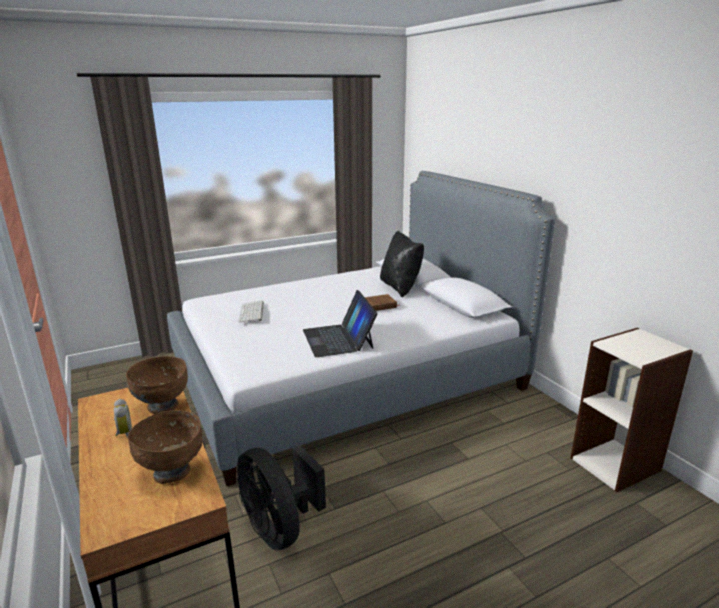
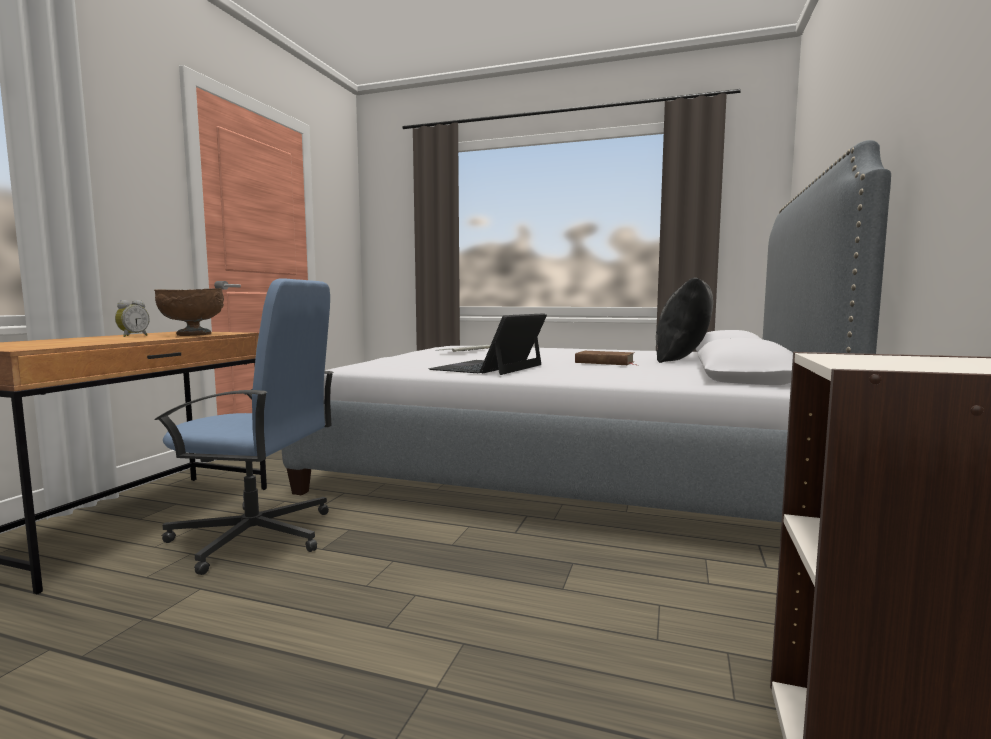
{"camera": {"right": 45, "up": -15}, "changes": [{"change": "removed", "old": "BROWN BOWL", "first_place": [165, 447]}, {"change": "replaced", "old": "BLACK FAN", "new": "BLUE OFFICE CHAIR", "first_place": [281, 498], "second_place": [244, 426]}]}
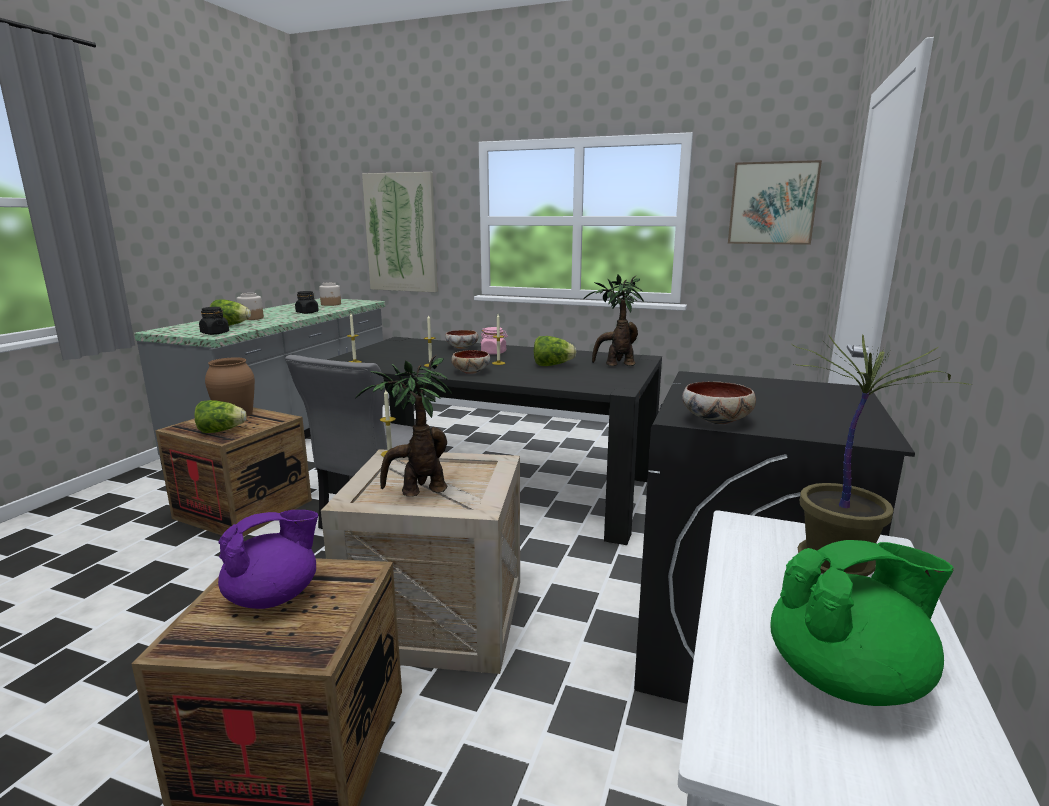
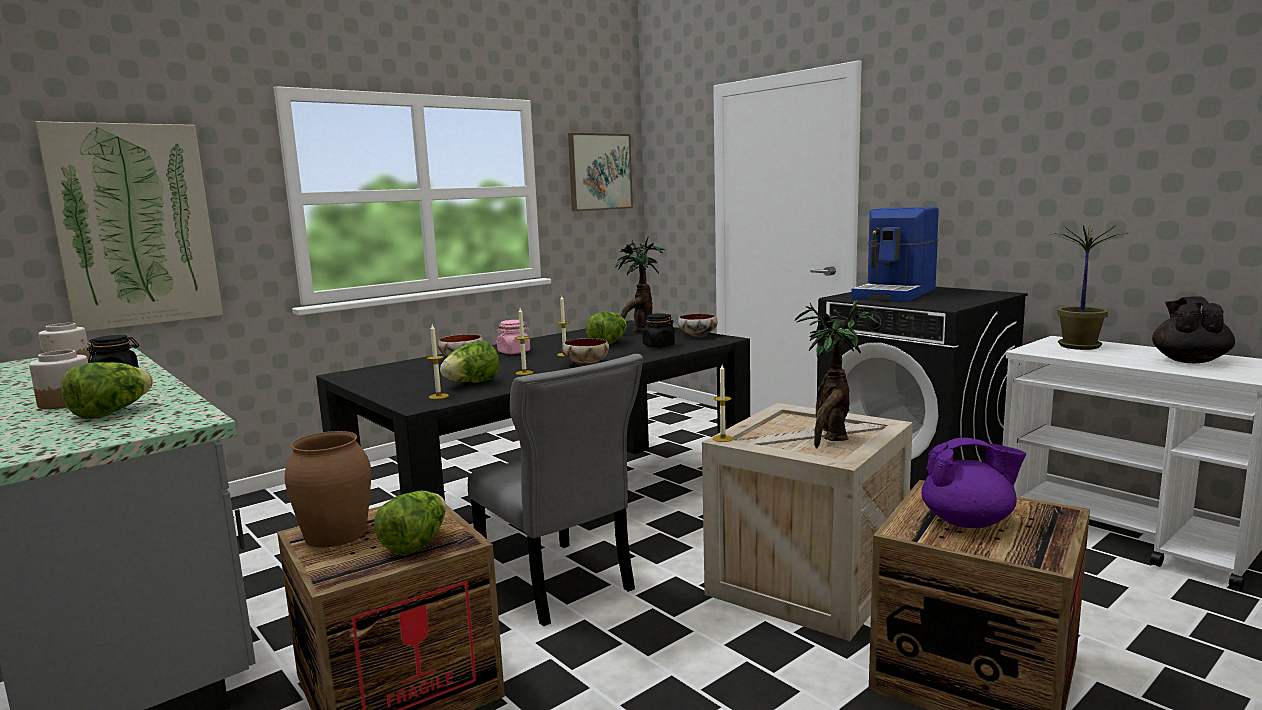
{"camera": {"right": -60, "up": -5}, "changes": [{"change": "added", "new": "LETTUCE", "second_place": [469, 362]}, {"change": "added", "new": "COFFEE MACHINE", "second_place": [894, 254]}, {"change": "moved", "old": "BLACK JAR", "first_place": [214, 321], "second_place": [658, 330]}, {"change": "moved", "old": "BOWL", "first_place": [719, 403], "second_place": [698, 325]}, {"change": "recoloured", "old": "GREEN TEAPOT", "new": "BLACK TEAPOT", "first_place": [862, 623], "second_place": [1193, 329]}, {"change": "turned", "old": "PURPLE TEAPOT", "first_place": [268, 559], "second_place": [973, 483], "degrees": 105}]}
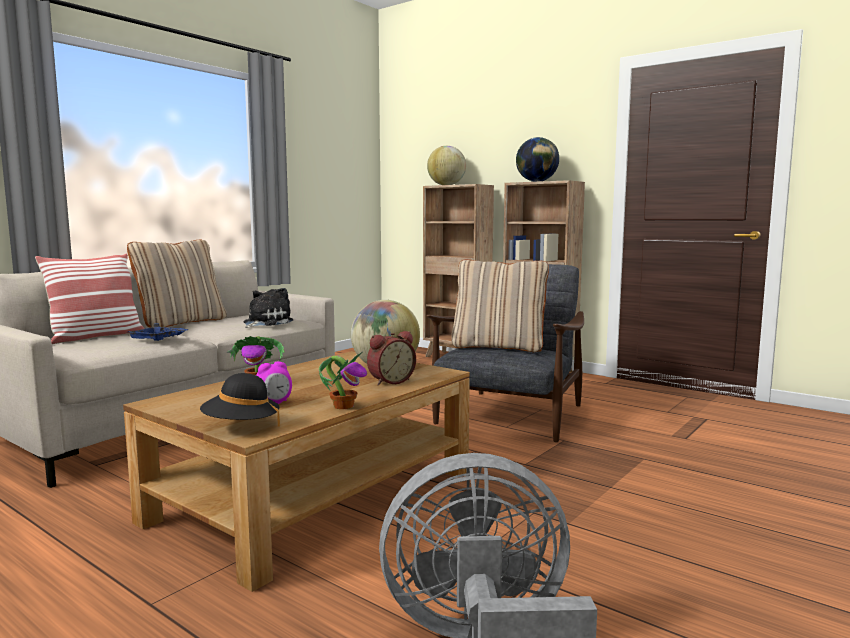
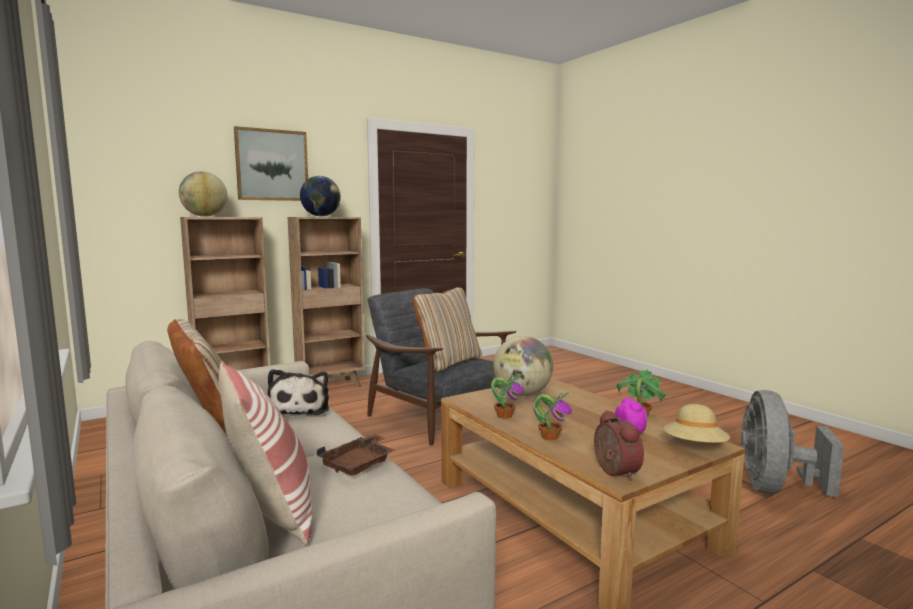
{"camera": {"right": -70, "up": 0}, "changes": [{"change": "added", "new": "PICTURE", "second_place": [271, 163]}, {"change": "added", "new": "POTTED PLANT", "second_place": [507, 396]}, {"change": "moved", "old": "ALARM CLOCK", "first_place": [391, 358], "second_place": [619, 445]}, {"change": "recoloured", "old": "BLUE TRAY", "new": "BROWN TRAY", "first_place": [158, 332], "second_place": [355, 455]}, {"change": "recoloured", "old": "BLACK HAT", "new": "BEIGE HAT", "first_place": [240, 400], "second_place": [697, 423]}, {"change": "turned", "old": "PLUSH TOY", "first_place": [268, 308], "second_place": [298, 393], "degrees": -150}]}
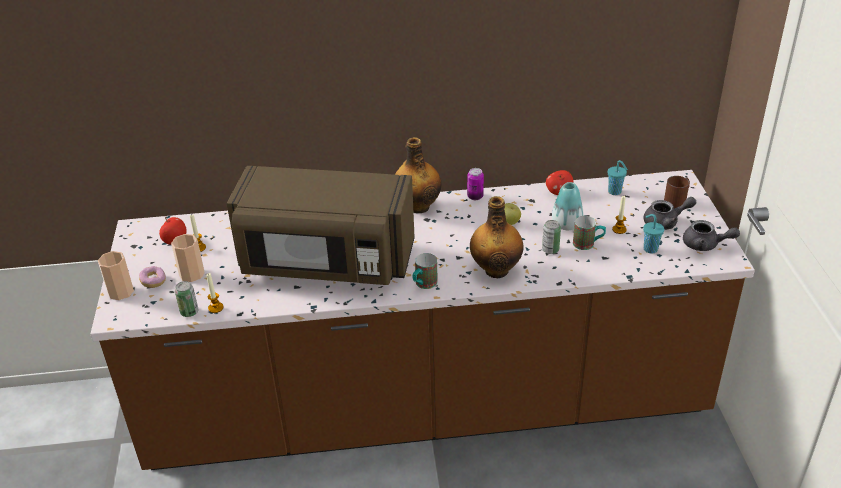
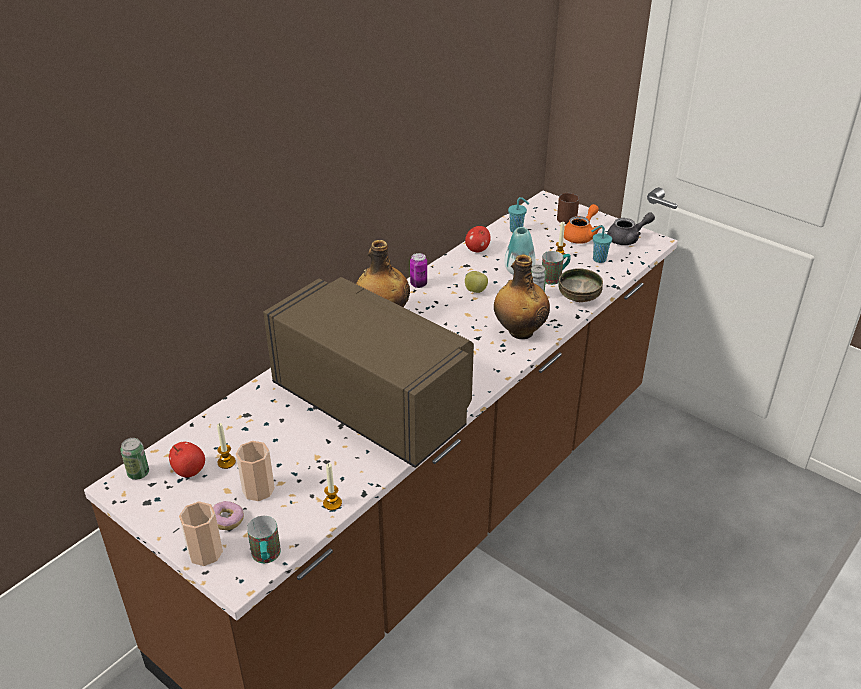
{"camera": {"right": -45, "up": 0}, "changes": [{"change": "added", "new": "BOWL", "second_place": [581, 285]}, {"change": "moved", "old": "CAN", "first_place": [186, 299], "second_place": [134, 459]}, {"change": "moved", "old": "MUG", "first_place": [425, 271], "second_place": [264, 539]}, {"change": "recoloured", "old": "GREY TEAPOT", "new": "ORANGE TEAPOT", "first_place": [670, 213], "second_place": [582, 224]}, {"change": "turned", "old": "BROWN MICROWAVE", "first_place": [320, 225], "second_place": [368, 372], "degrees": -105}]}
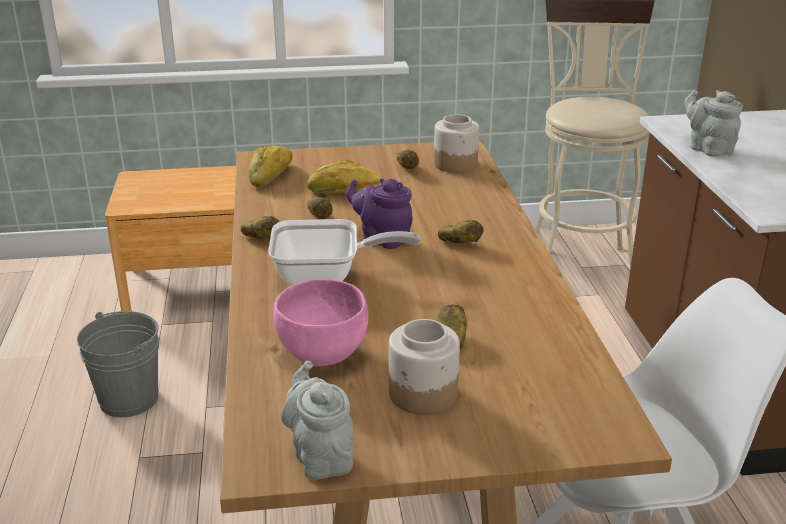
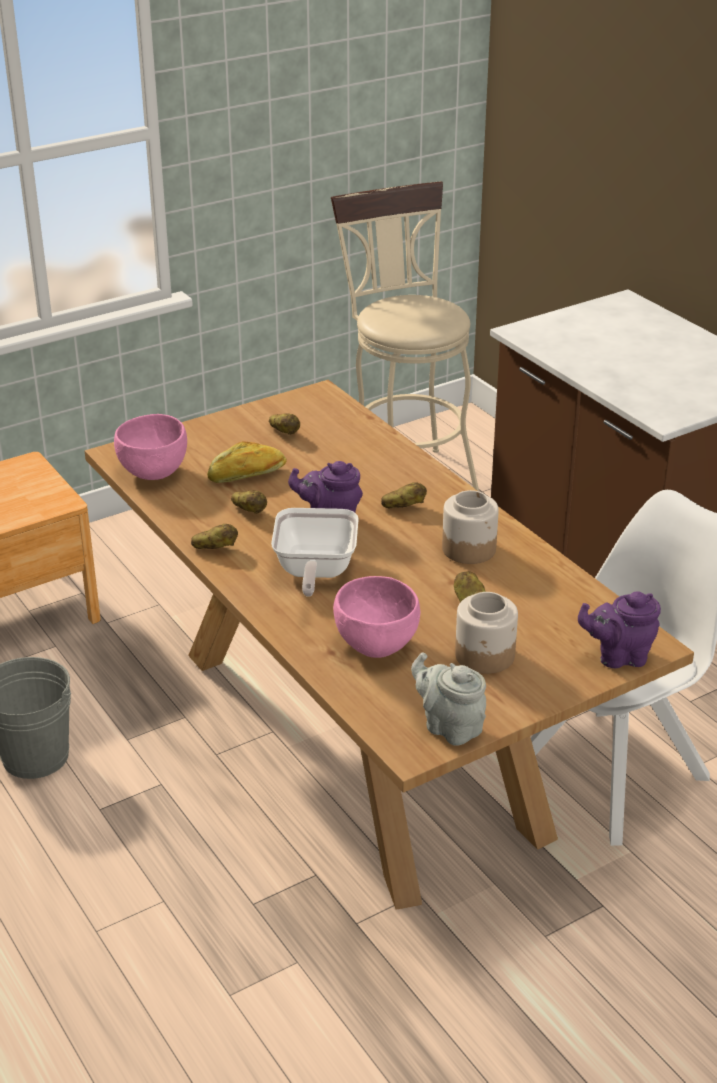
{"camera": {"right": -25, "up": 5}, "changes": [{"change": "removed", "old": "GREY TEAPOT", "first_place": [713, 123]}, {"change": "added", "new": "PURPLE TEAPOT", "second_place": [619, 629]}, {"change": "moved", "old": "JAR", "first_place": [456, 143], "second_place": [470, 527]}, {"change": "replaced", "old": "BREAD", "new": "PINK BOWL", "first_place": [270, 166], "second_place": [150, 447]}, {"change": "turned", "old": "FRYING PAN", "first_place": [344, 252], "second_place": [315, 552], "degrees": 120}]}
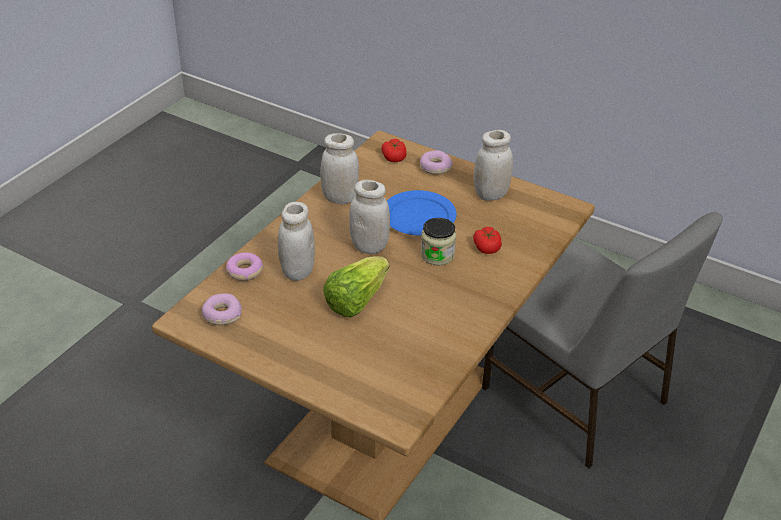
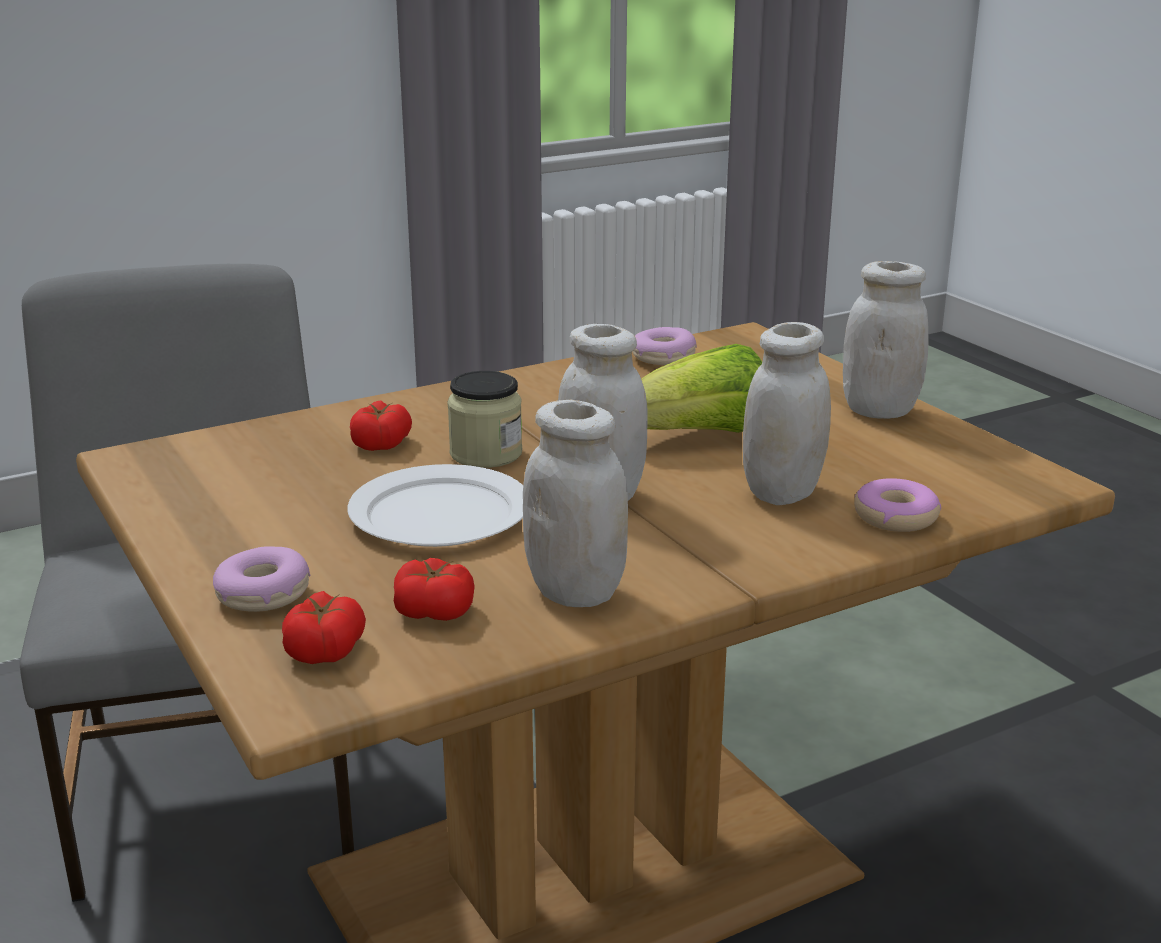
{"camera": {"right": -150, "up": -15}, "changes": [{"change": "added", "new": "TOMATO", "second_place": [434, 589]}, {"change": "moved", "old": "DONUT", "first_place": [222, 309], "second_place": [664, 346]}, {"change": "moved", "old": "WHITE JAR", "first_place": [493, 165], "second_place": [885, 340]}, {"change": "recoloured", "old": "BLUE PLATE", "new": "WHITE PLATE", "first_place": [422, 213], "second_place": [435, 505]}]}
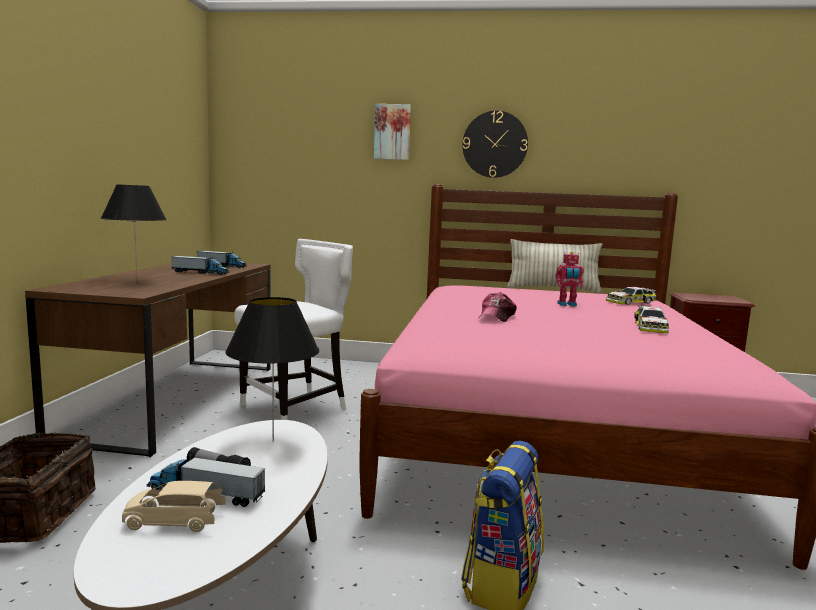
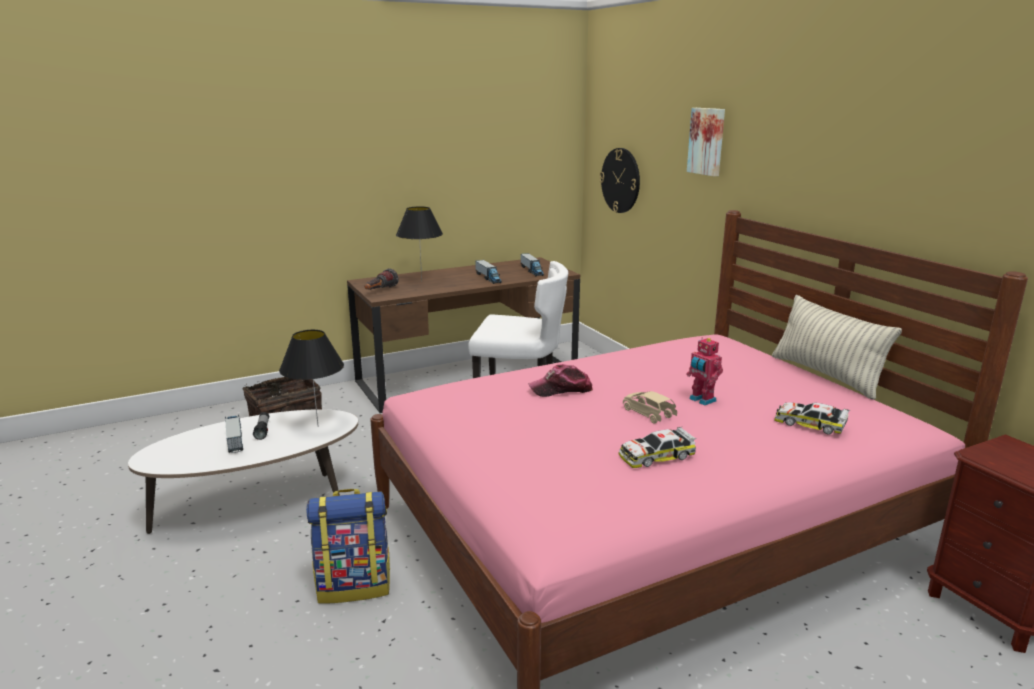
{"camera": {"right": 55, "up": 10}, "changes": [{"change": "added", "new": "FLASHLIGHT", "second_place": [382, 279]}, {"change": "moved", "old": "BEIGE TOY CAR", "first_place": [174, 506], "second_place": [650, 407]}, {"change": "moved", "old": "WALL CLOCK", "first_place": [495, 144], "second_place": [620, 180]}]}
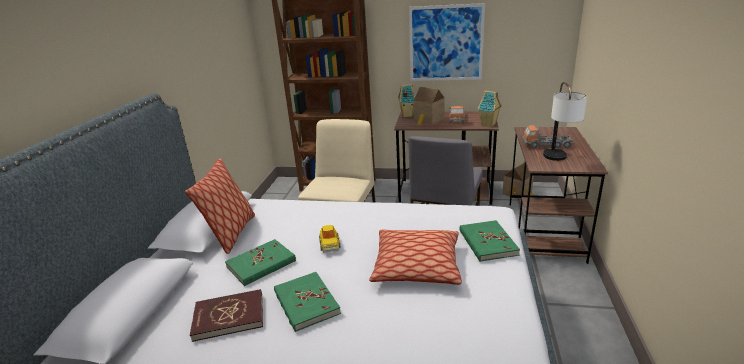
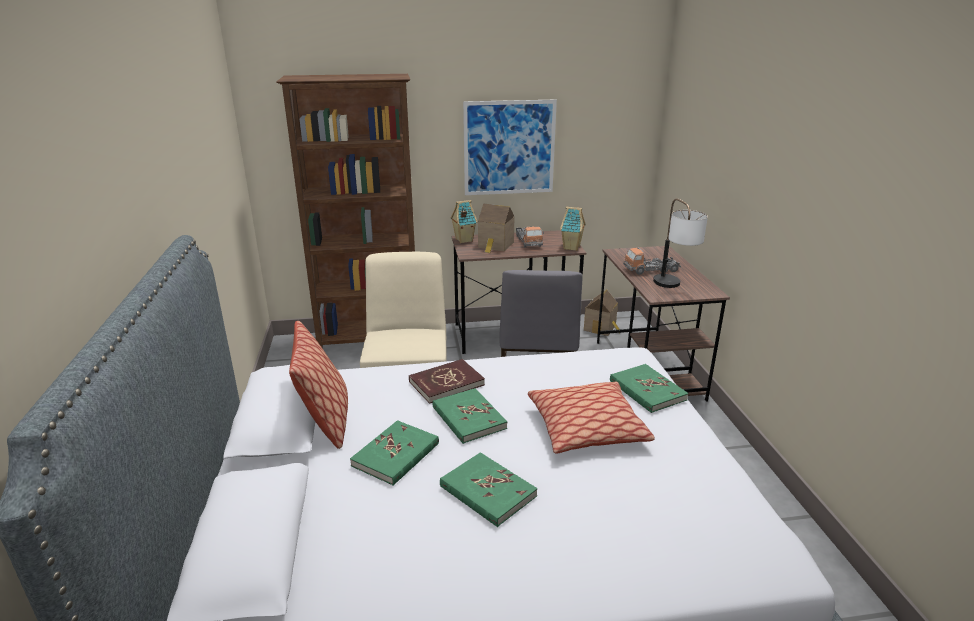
{"camera": {"right": -20, "up": 0}, "changes": [{"change": "moved", "old": "RED BOOK", "first_place": [226, 315], "second_place": [447, 381]}, {"change": "replaced", "old": "TOY CAR", "new": "GREEN BOOK", "first_place": [330, 239], "second_place": [470, 416]}]}
